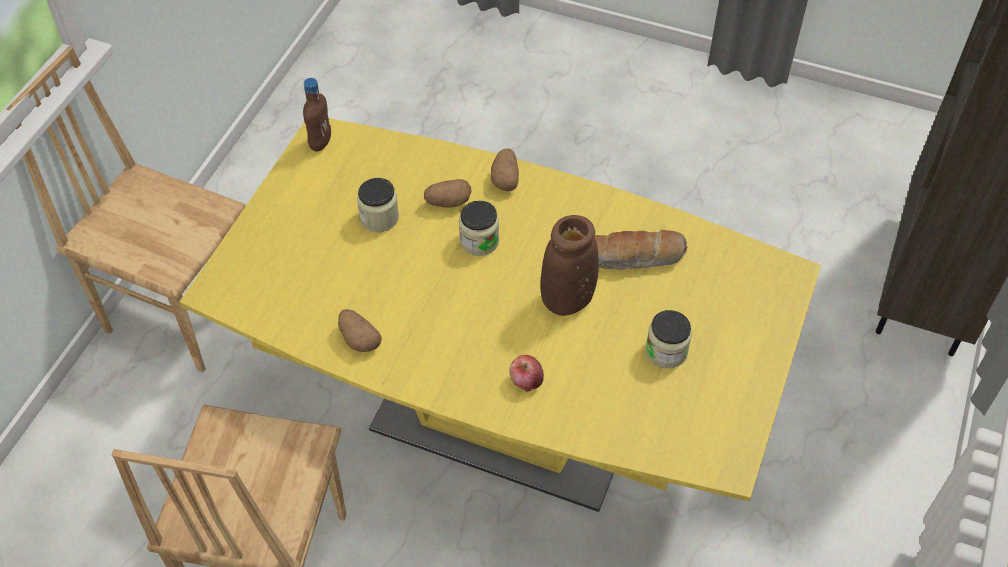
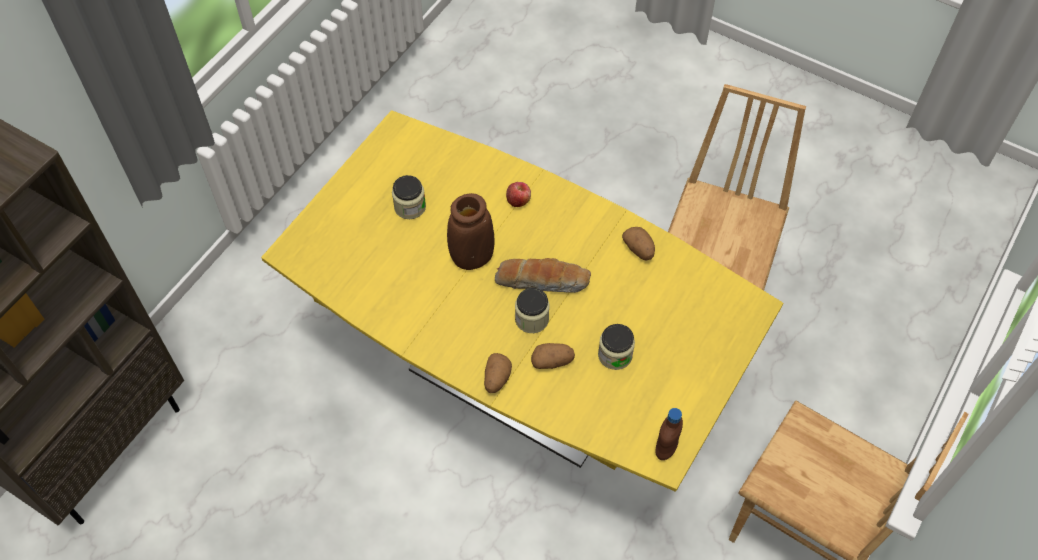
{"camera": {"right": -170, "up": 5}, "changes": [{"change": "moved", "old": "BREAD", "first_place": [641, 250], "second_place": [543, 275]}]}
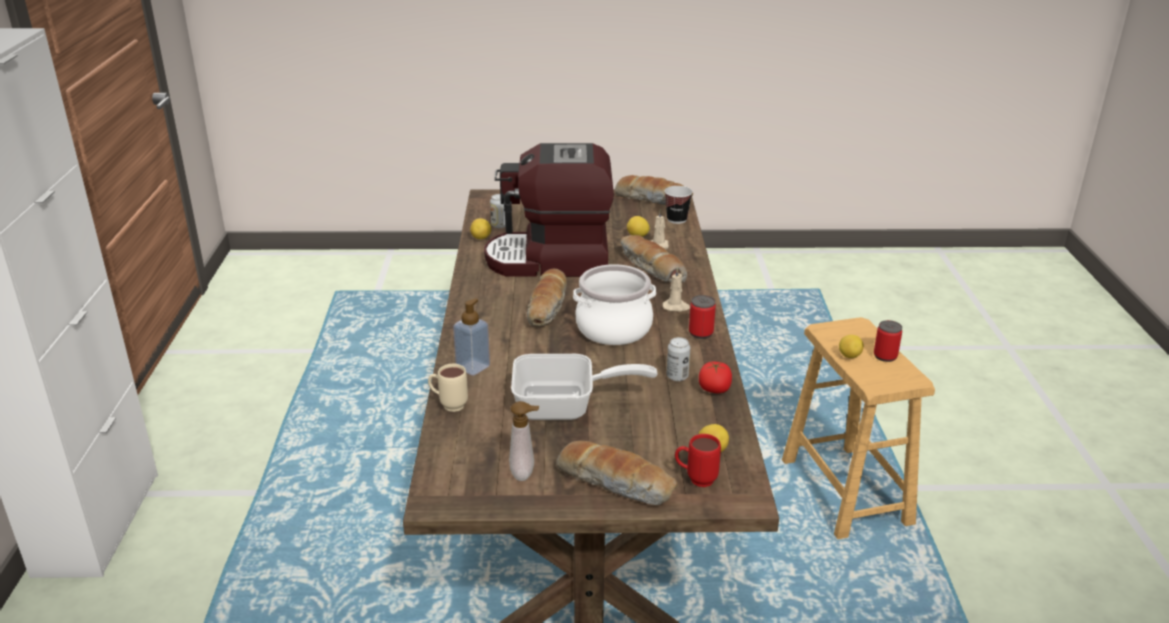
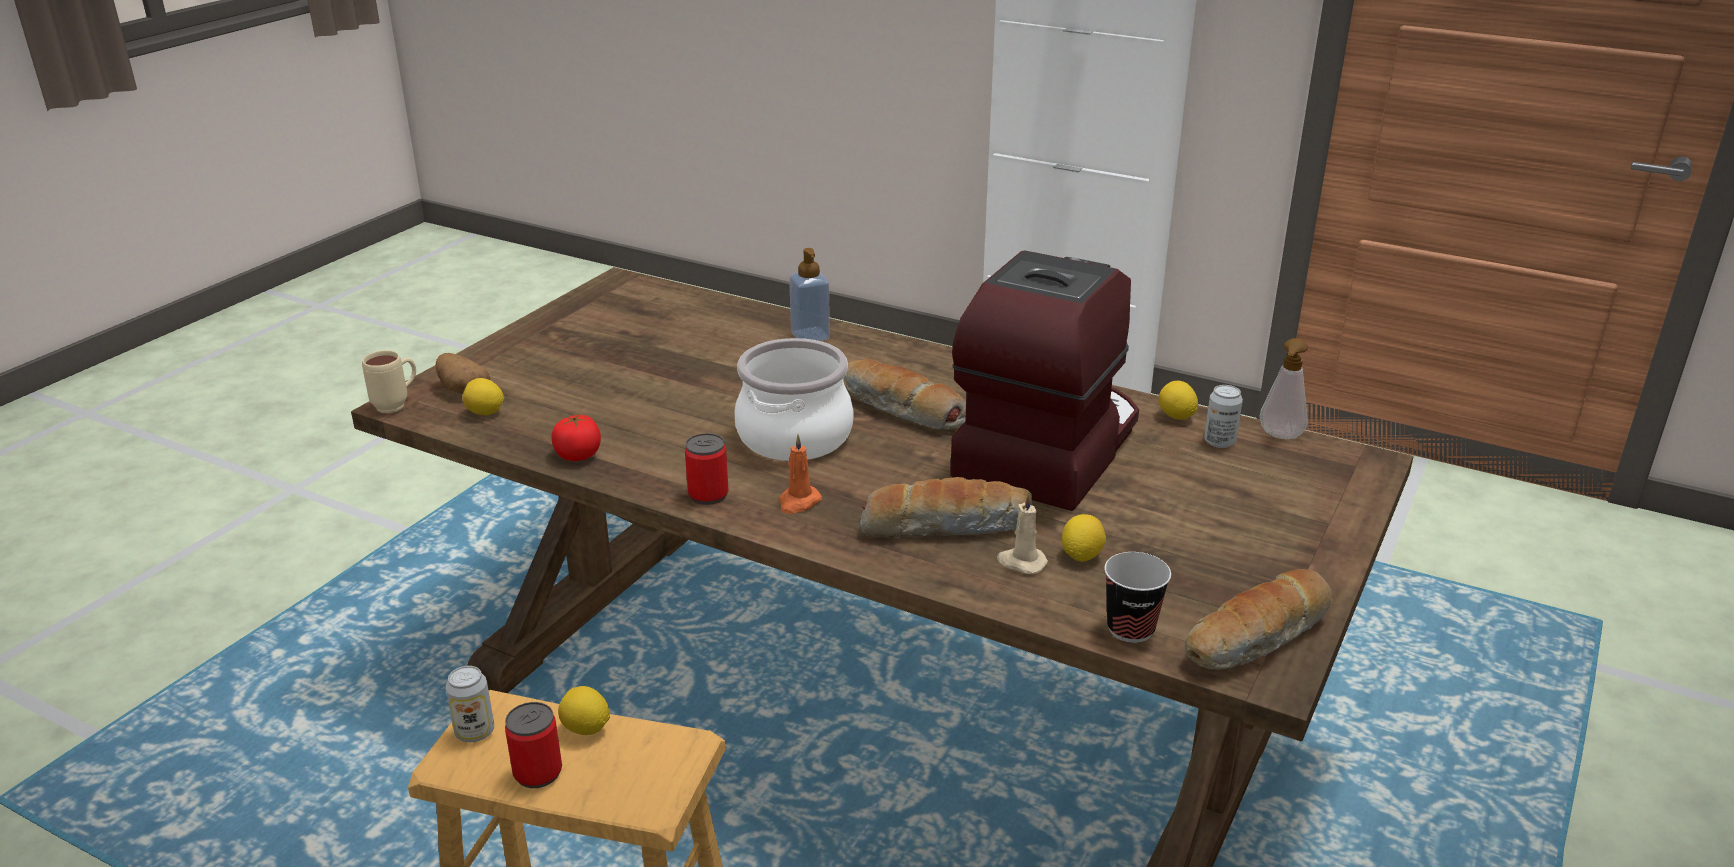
{"camera": {"right": 120, "up": 0}, "changes": [{"change": "removed", "old": "FRYING PAN", "first_place": [584, 387]}, {"change": "removed", "old": "BREAD", "first_place": [617, 473]}, {"change": "moved", "old": "BEIGE MUG", "first_place": [448, 388], "second_place": [389, 381]}, {"change": "moved", "old": "SOAP DISPENSER", "first_place": [524, 441], "second_place": [1284, 388]}, {"change": "moved", "old": "CAN", "first_place": [678, 359], "second_place": [470, 704]}, {"change": "replaced", "old": "RED MUG", "new": "POTATO", "first_place": [698, 460], "second_place": [463, 373]}, {"change": "recoloured", "old": "BEIGE CANDLE", "new": "ORANGE CANDLE", "first_place": [676, 289], "second_place": [800, 474]}]}
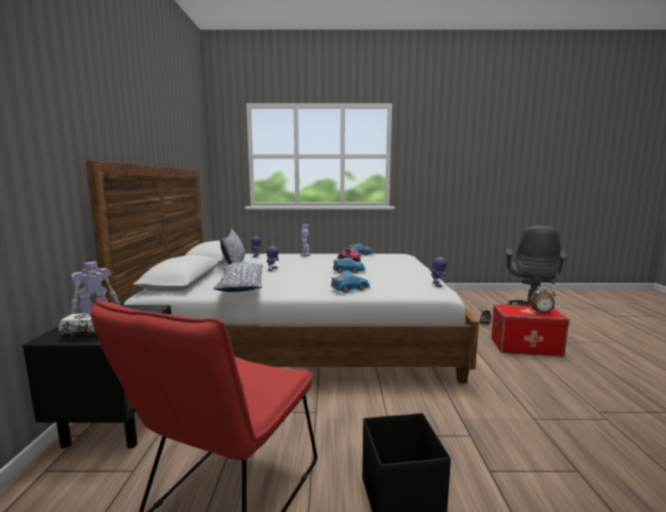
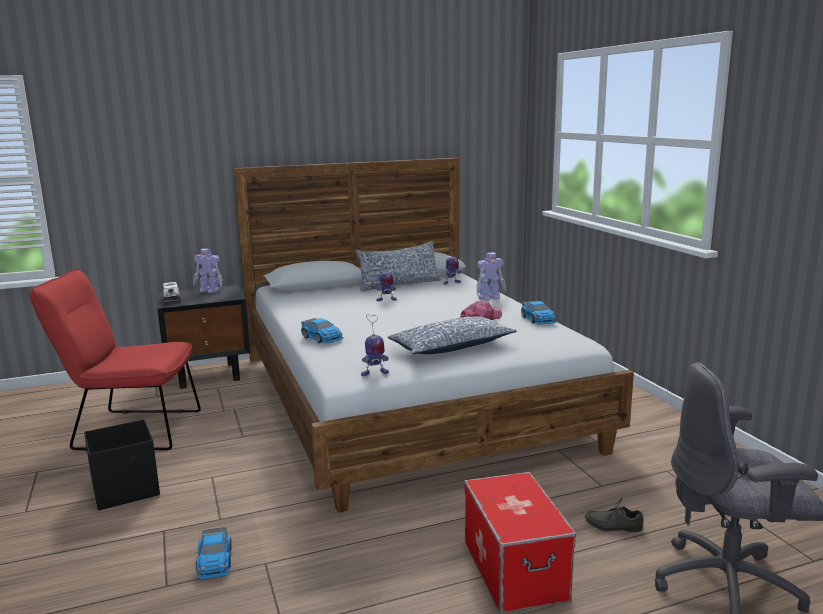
{"camera": {"right": 70, "up": 5}, "changes": [{"change": "removed", "old": "ALARM CLOCK", "first_place": [543, 299]}, {"change": "moved", "old": "PILLOW", "first_place": [238, 277], "second_place": [452, 335]}, {"change": "moved", "old": "TOY CAR", "first_place": [349, 265], "second_place": [214, 553]}]}
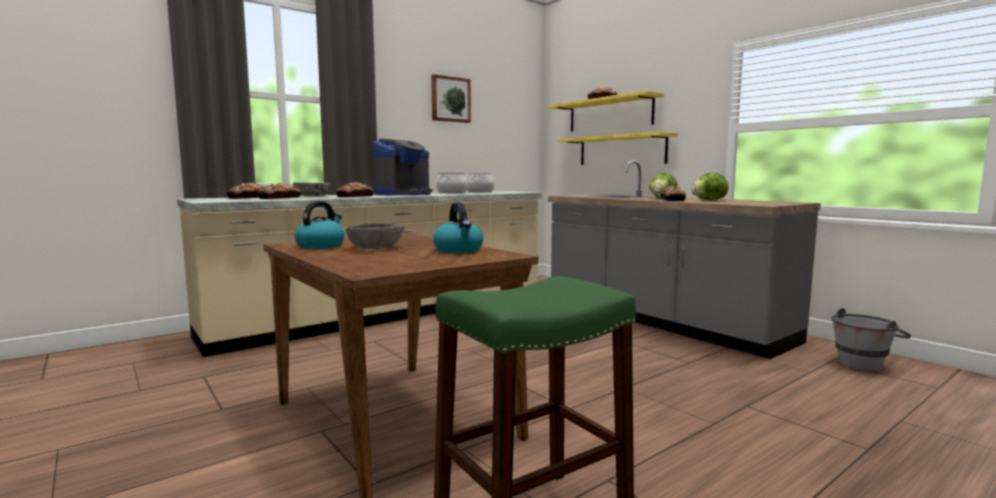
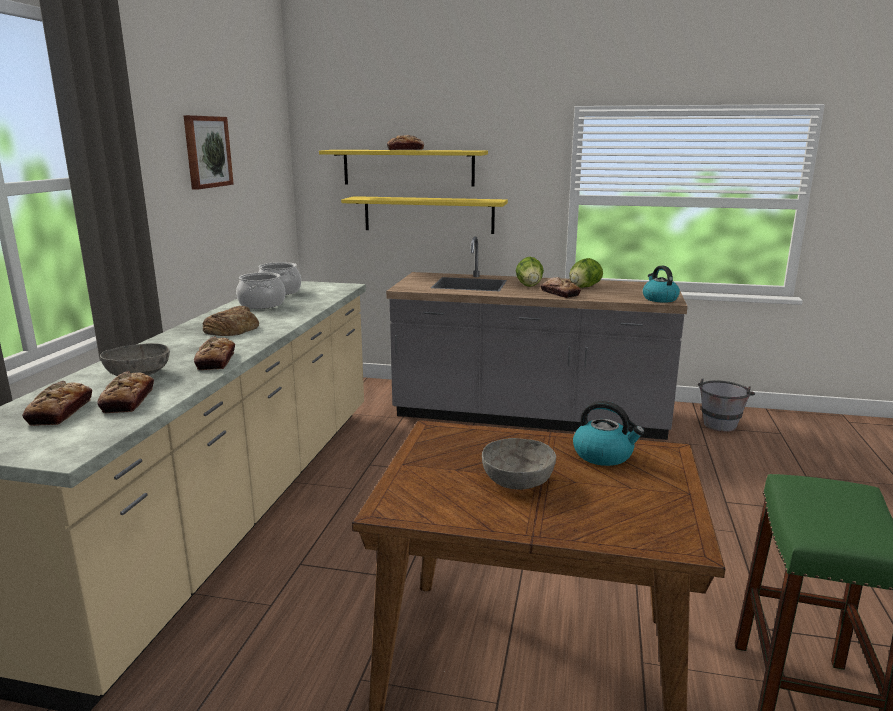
{"camera": {"right": -40, "up": 10}, "changes": [{"change": "moved", "old": "KETTLE", "first_place": [319, 225], "second_place": [661, 284]}, {"change": "replaced", "old": "COFFEE MACHINE", "new": "BREAD", "first_place": [403, 167], "second_place": [231, 321]}]}
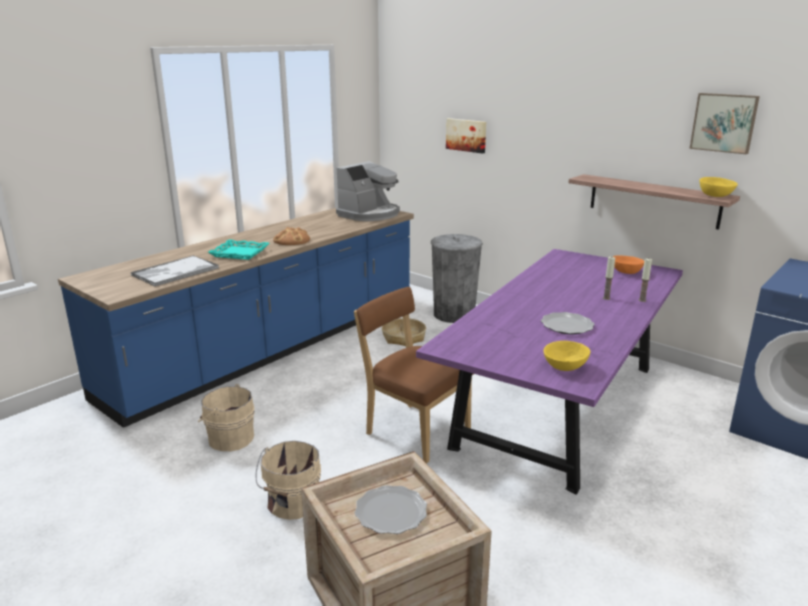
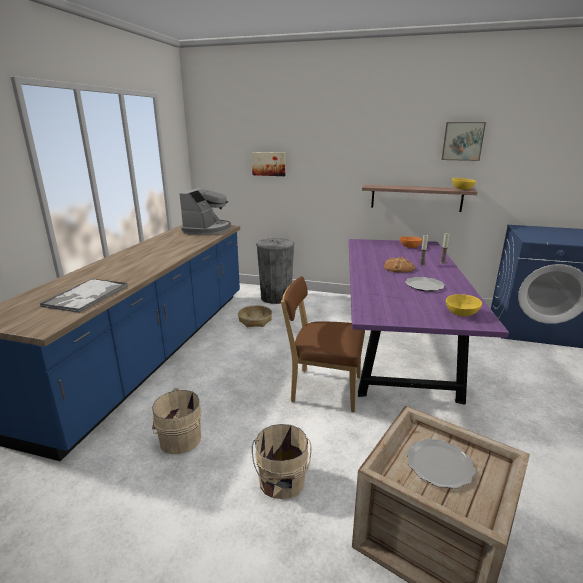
{"camera": {"right": -25, "up": 0}, "changes": [{"change": "removed", "old": "TURQUOISE TRAY", "first_place": [238, 249]}, {"change": "moved", "old": "BREAD", "first_place": [291, 236], "second_place": [399, 265]}]}
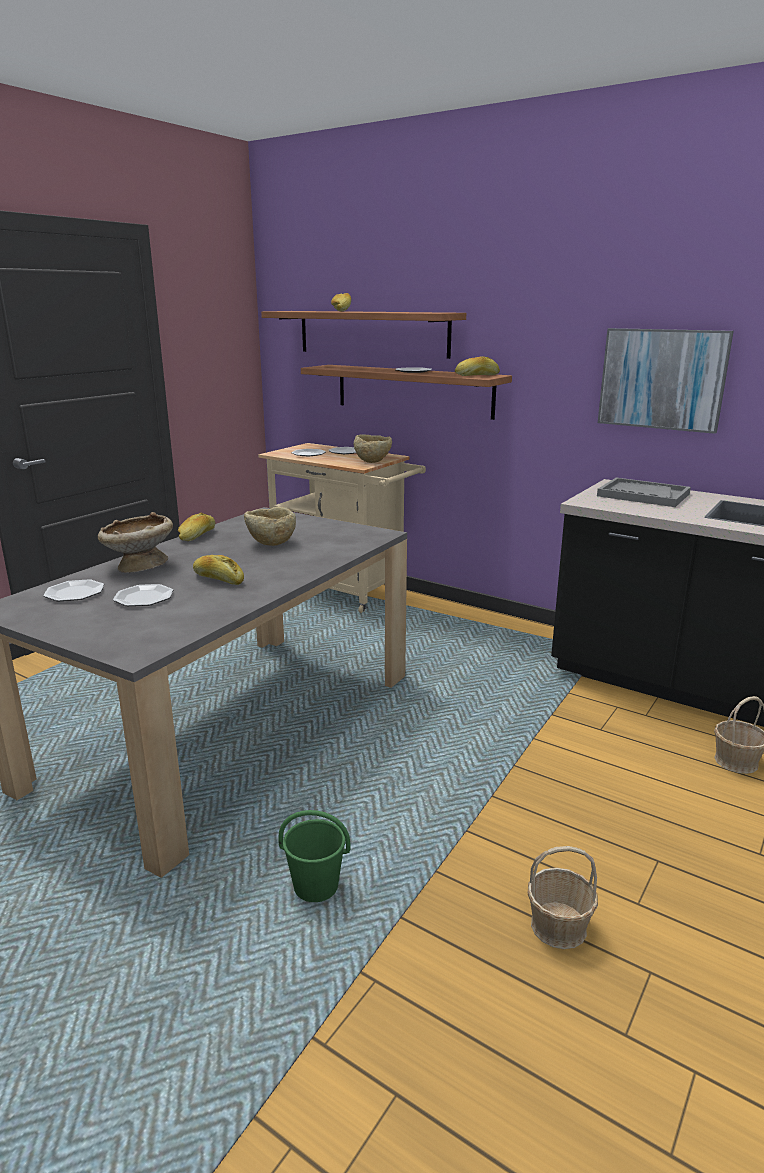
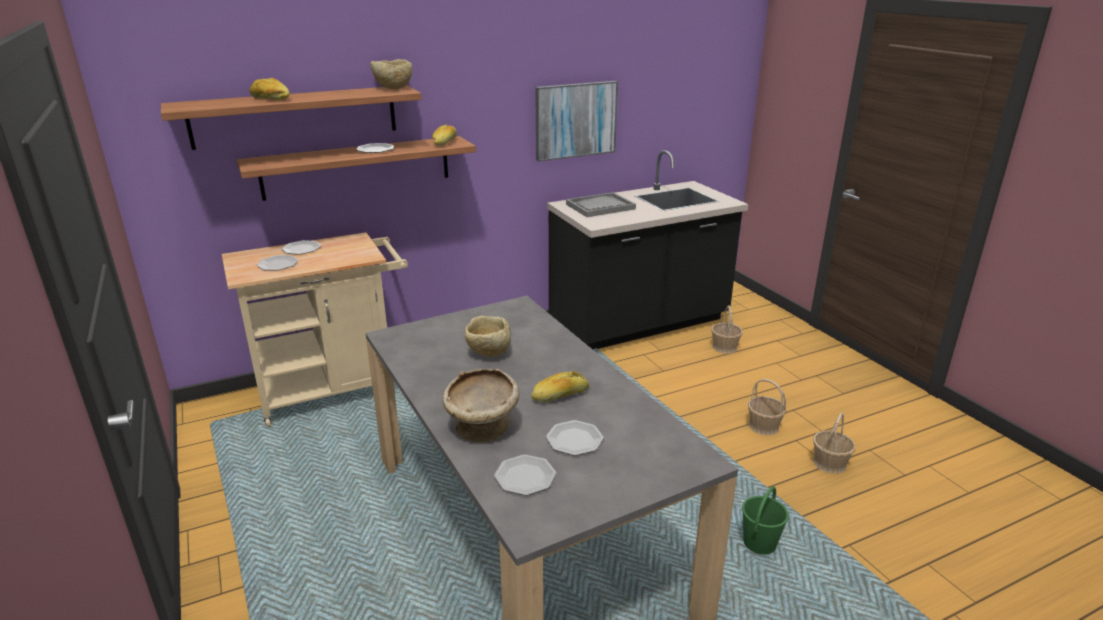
{"camera": {"right": -60, "up": 5}, "changes": [{"change": "removed", "old": "BREAD", "first_place": [196, 527]}, {"change": "added", "new": "BASKET", "second_place": [767, 407]}, {"change": "moved", "old": "BEIGE BOWL", "first_place": [373, 448], "second_place": [391, 74]}]}
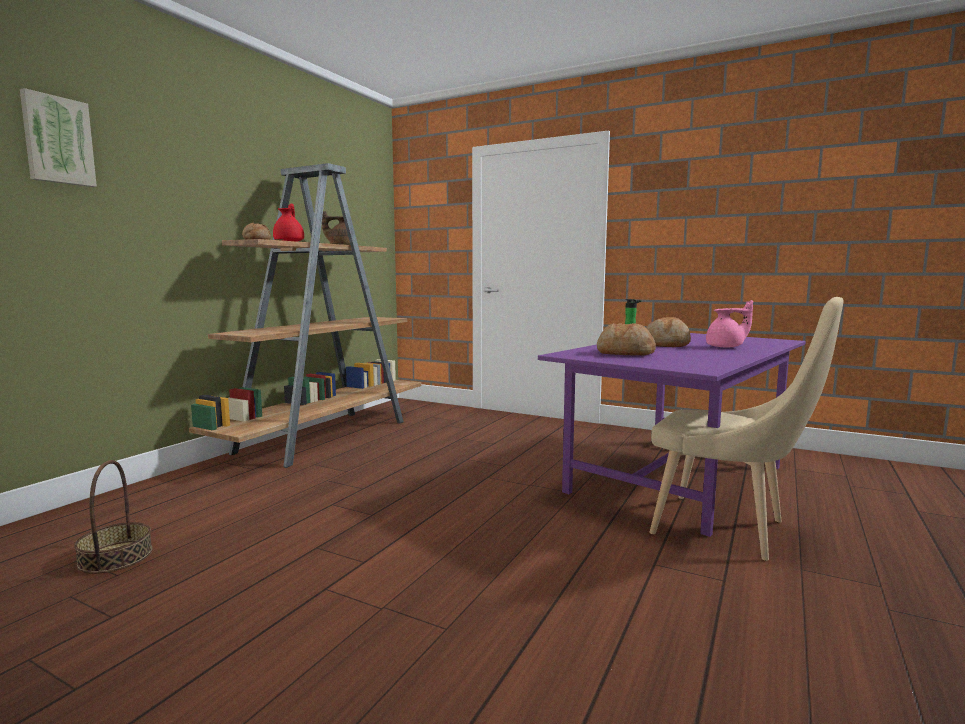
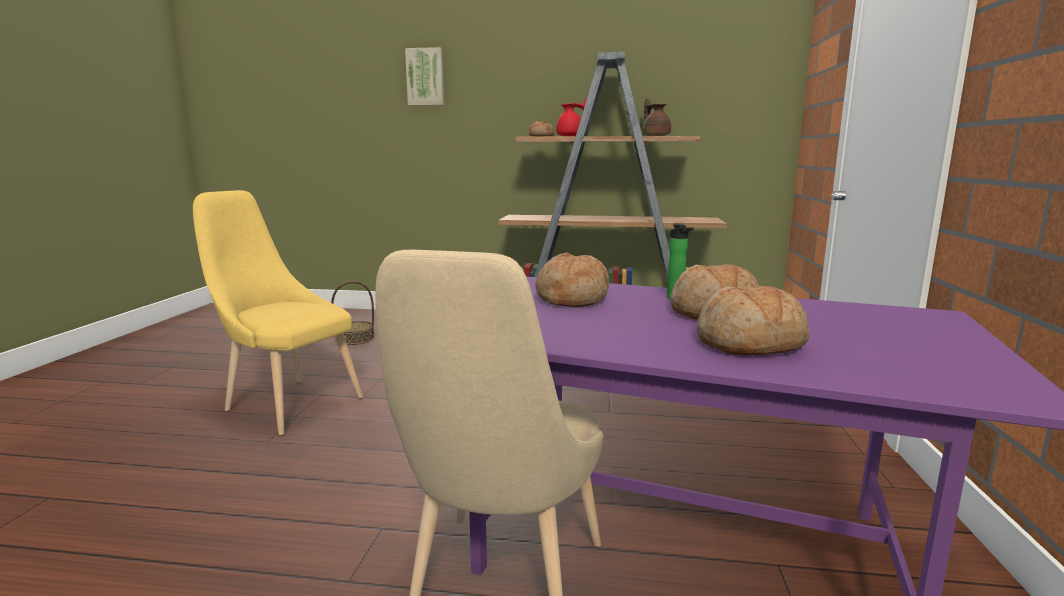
{"camera": {"right": 70, "up": 5}, "changes": [{"change": "added", "new": "YELLOW CHAIR", "second_place": [278, 312]}, {"change": "replaced", "old": "PINK TEAPOT", "new": "BREAD", "first_place": [729, 323], "second_place": [753, 320]}]}
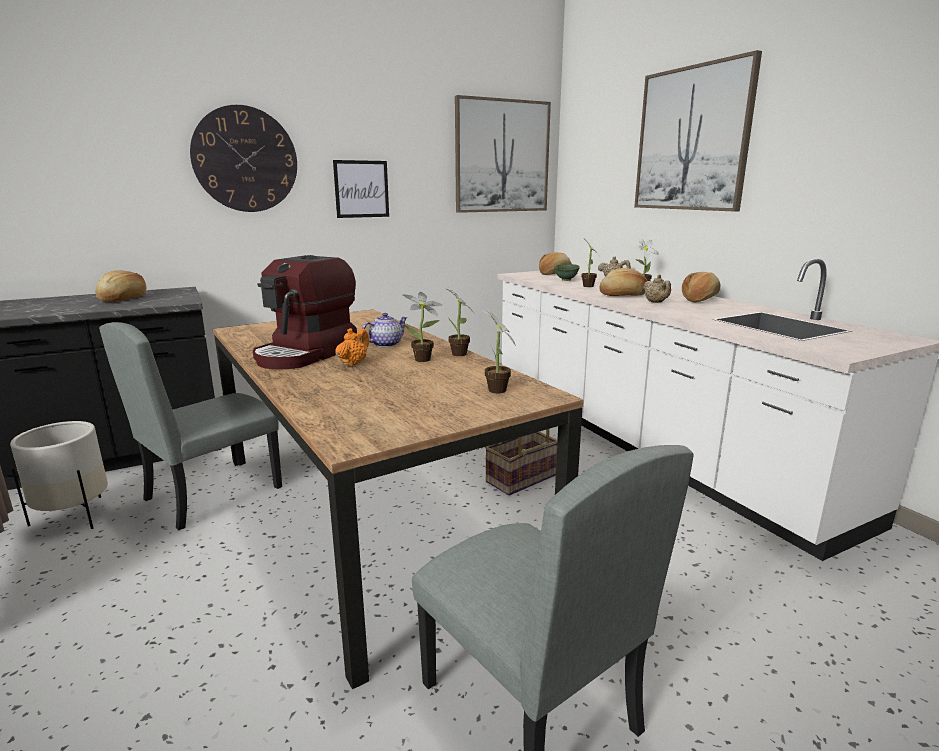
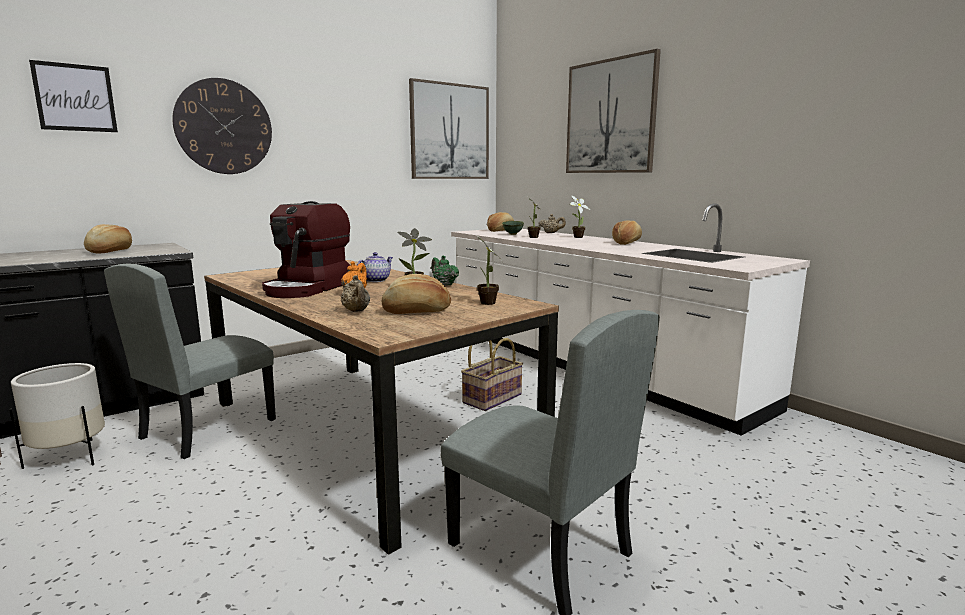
{"camera": {"right": -10, "up": -5}, "changes": [{"change": "moved", "old": "PICTURE", "first_place": [361, 189], "second_place": [73, 96]}, {"change": "moved", "old": "BREAD", "first_place": [623, 282], "second_place": [416, 294]}, {"change": "moved", "old": "BEIGE TEAPOT", "first_place": [657, 288], "second_place": [355, 293]}, {"change": "replaced", "old": "POTTED PLANT", "new": "GREEN TEAPOT", "first_place": [461, 322], "second_place": [445, 270]}]}
